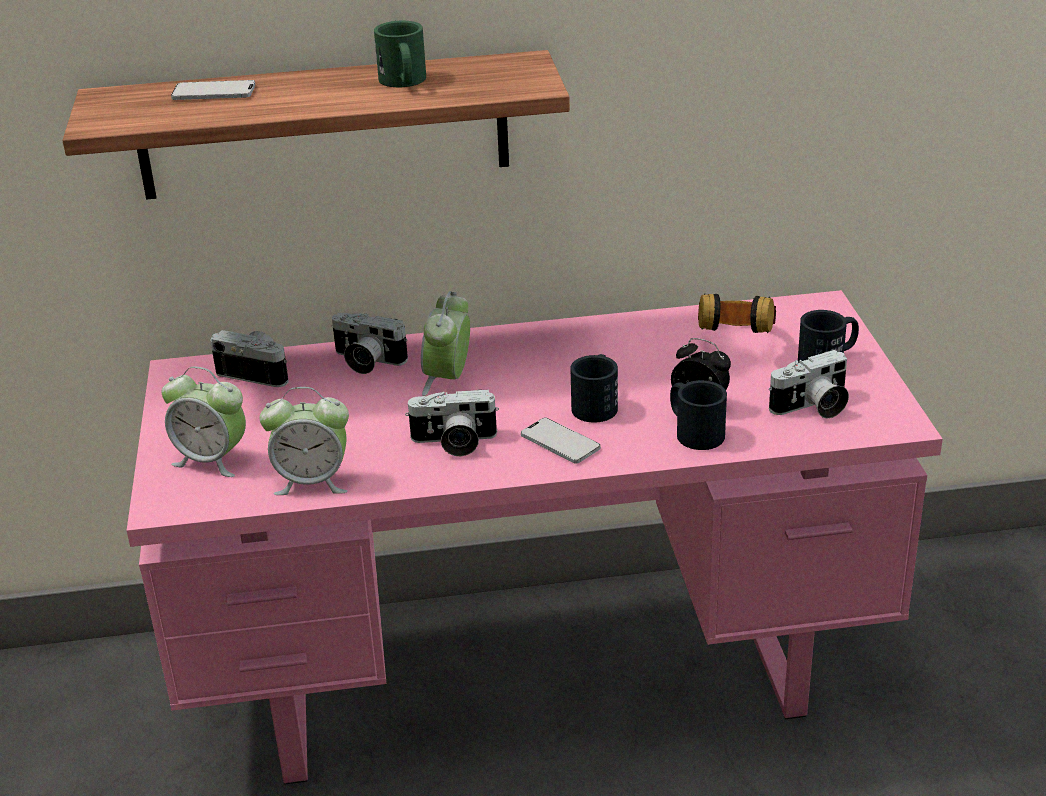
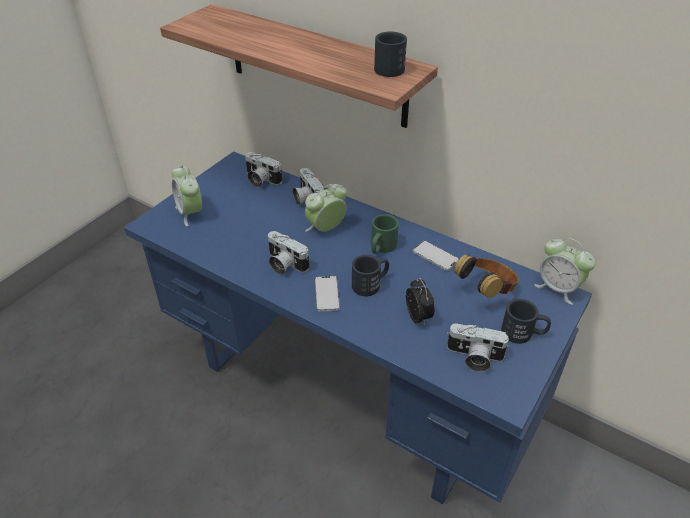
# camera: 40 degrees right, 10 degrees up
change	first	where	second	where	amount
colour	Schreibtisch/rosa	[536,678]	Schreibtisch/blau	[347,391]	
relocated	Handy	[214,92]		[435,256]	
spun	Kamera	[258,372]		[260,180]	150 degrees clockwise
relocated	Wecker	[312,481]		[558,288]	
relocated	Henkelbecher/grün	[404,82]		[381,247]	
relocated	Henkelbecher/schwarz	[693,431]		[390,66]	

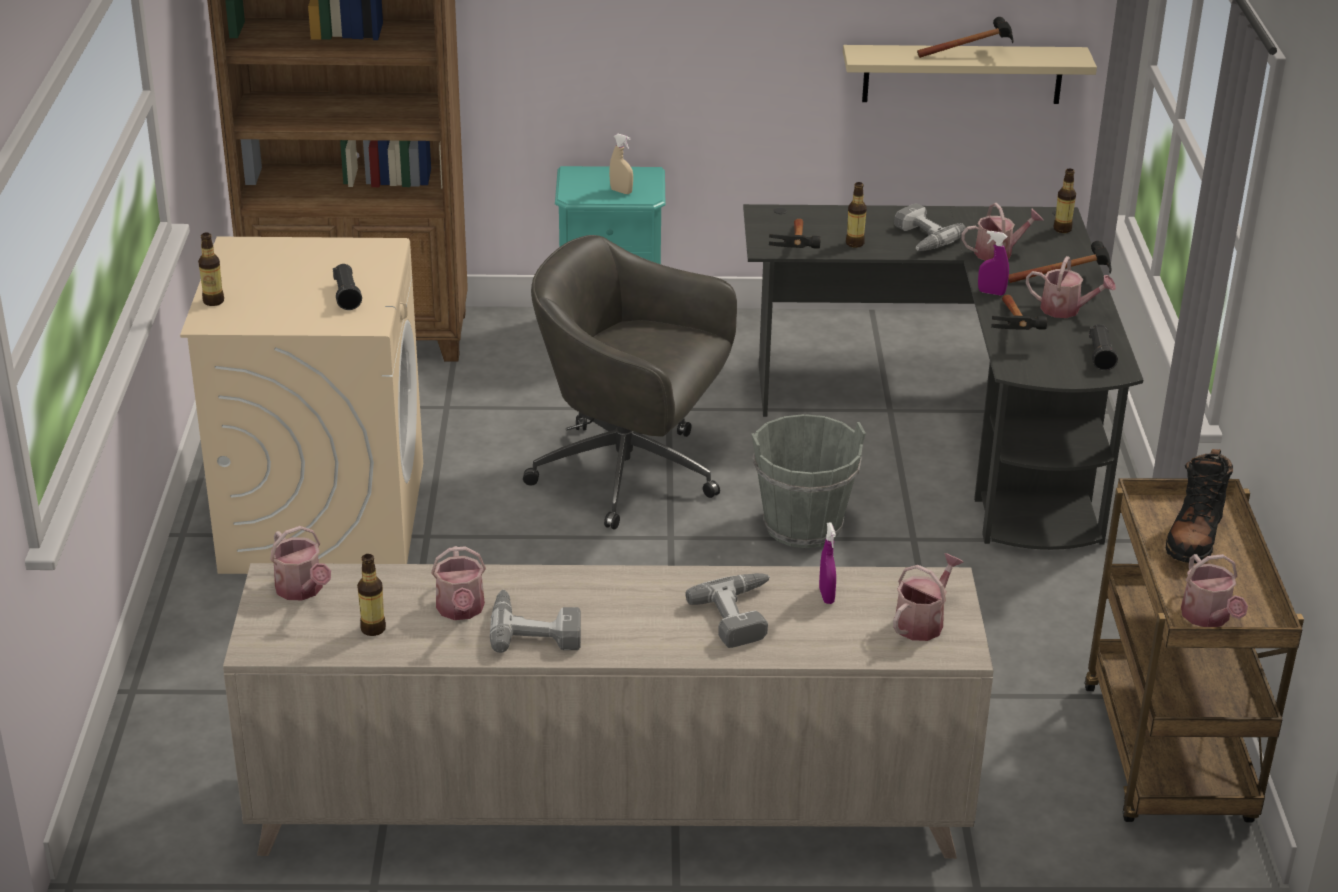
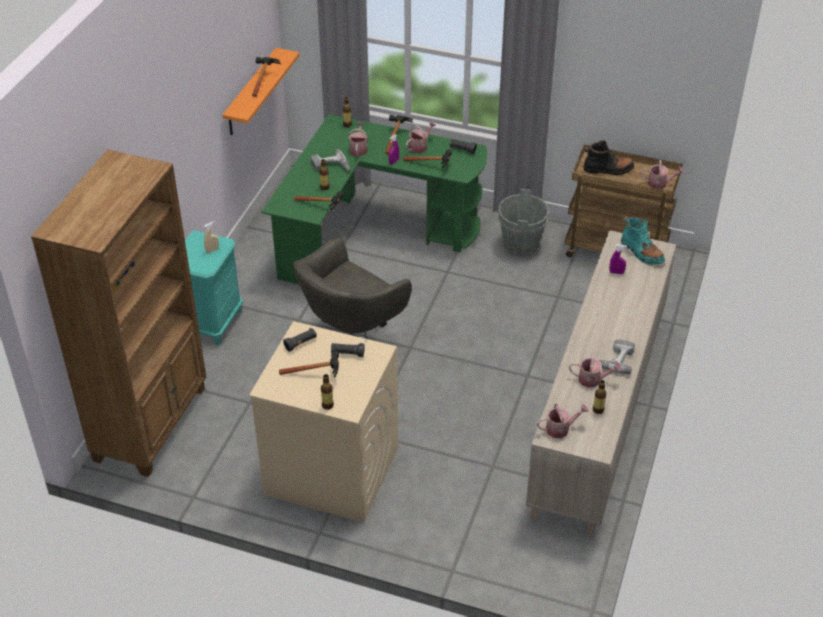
# camera: 70 degrees left, 10 degrees up
change	first	where	second	where	amount
missing	Bohrmaschine	[742,615]			
colour	Schreibtisch/schwarz	[957,432]	Schreibtisch/grün	[371,233]	
relocated	Eimer/grau	[803,526]		[520,245]	
colour	Wandregal/beige	[962,74]	Wandregal/orange	[251,93]	
exchanged	Gießkanne	[923,622]	Stiefel/türkis	[641,252]	
spun	Stiefel/schwarz	[1194,536]		[608,169]	45 degrees counterclockwise
appeared			Hammer	[318,374]	
appeared			Taschenlampe/schwarz	[300,343]	

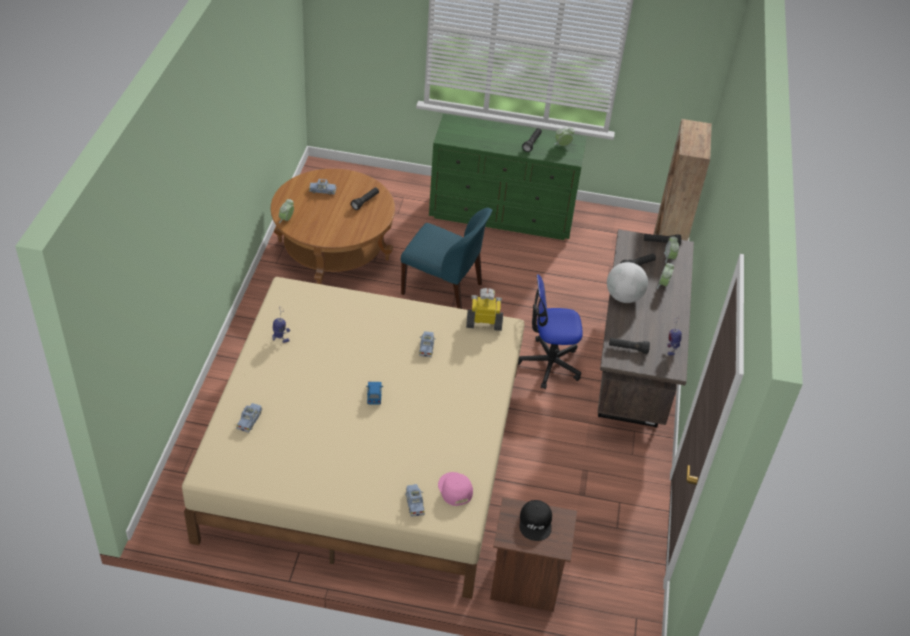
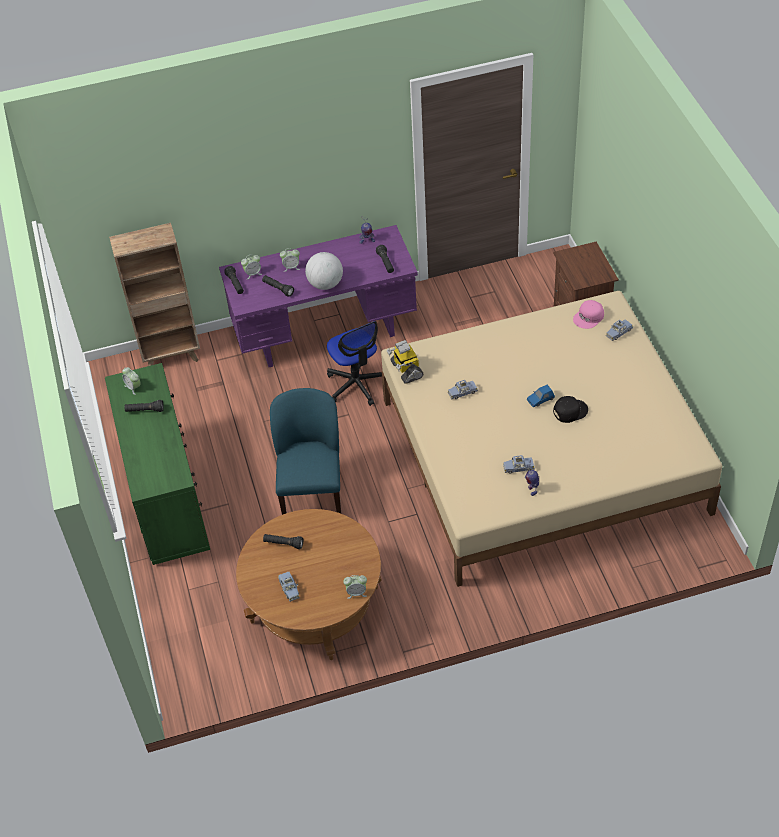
# camera: 110 degrees left, 5 degrees up
change	first	where	second	where	amount
relocated	Spielzeugauto/blau	[250,420]		[518,467]	
relocated	Kappe/schwarz	[536,523]		[570,411]	
colour	Schreibtisch/braun	[633,370]	Schreibtisch/lila	[326,332]	

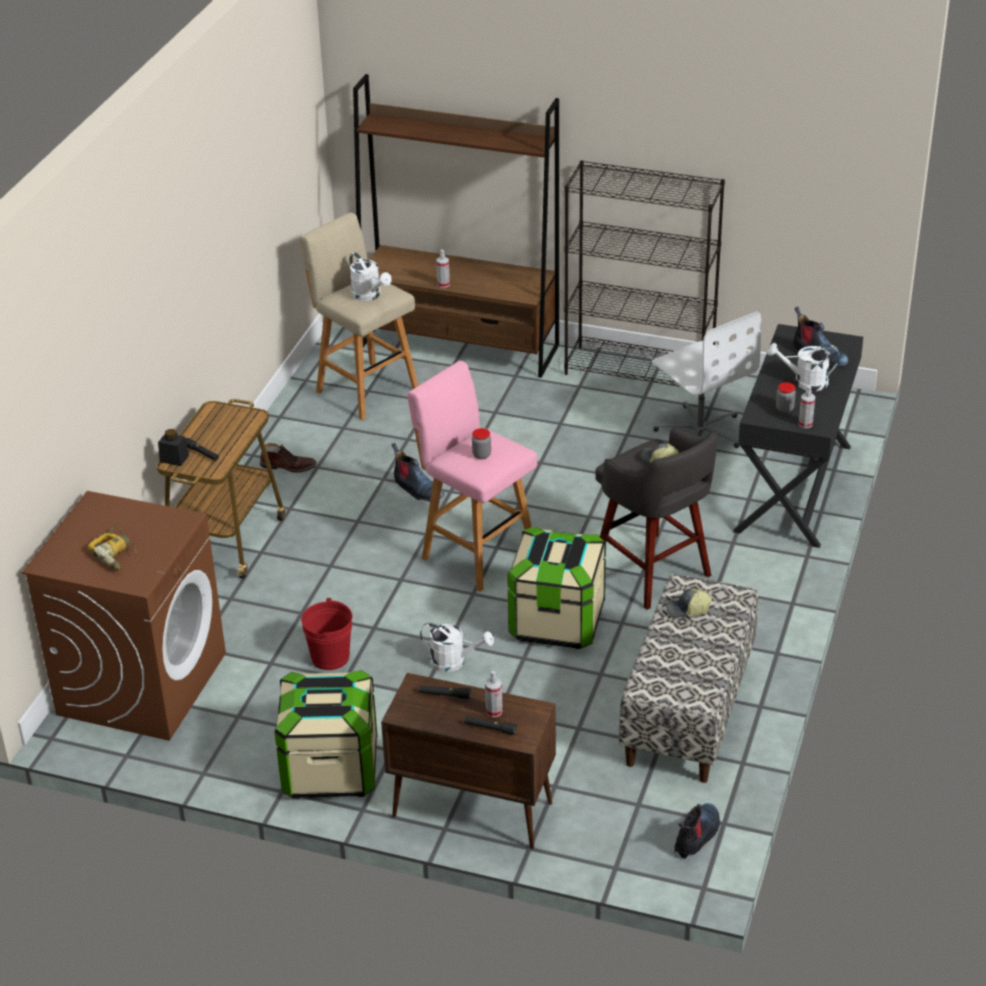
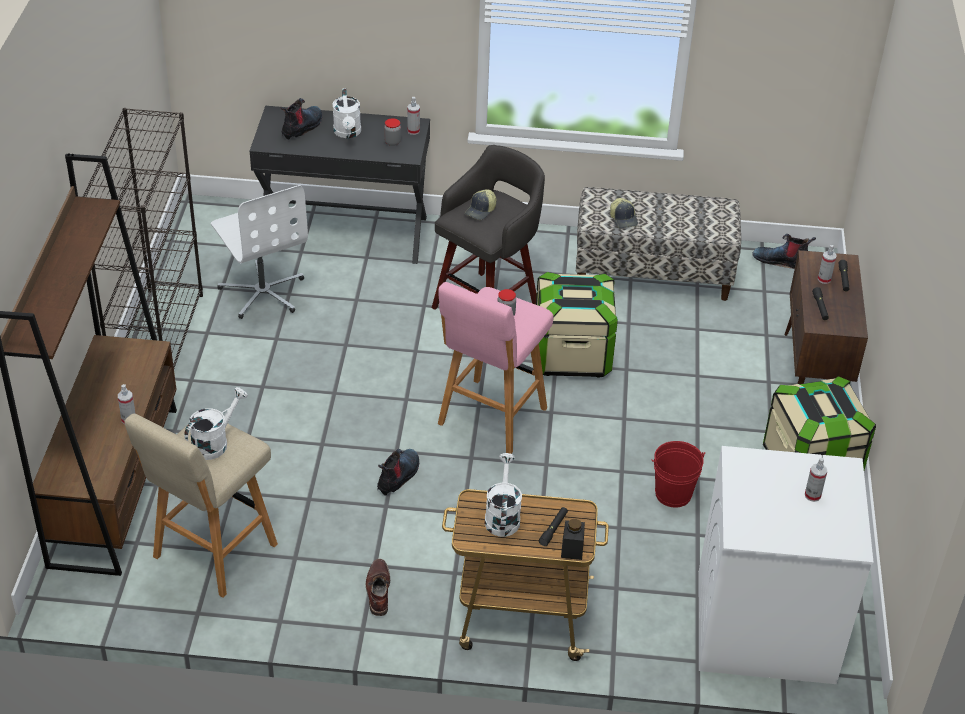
# camera: 105 degrees left, 5 degrees up
change	first	where	second	where	amount
colour	Waschmaschine/braun	[142,683]	Waschmaschine/weiß	[764,626]	
exchanged	Bohrmaschine	[116,554]	Sprühflasche	[812,495]	
relocated	Gießkanne/weiß	[454,662]		[502,516]	
spun	Bürostuhl/weiß	[700,431]		[263,292]	105 degrees clockwise

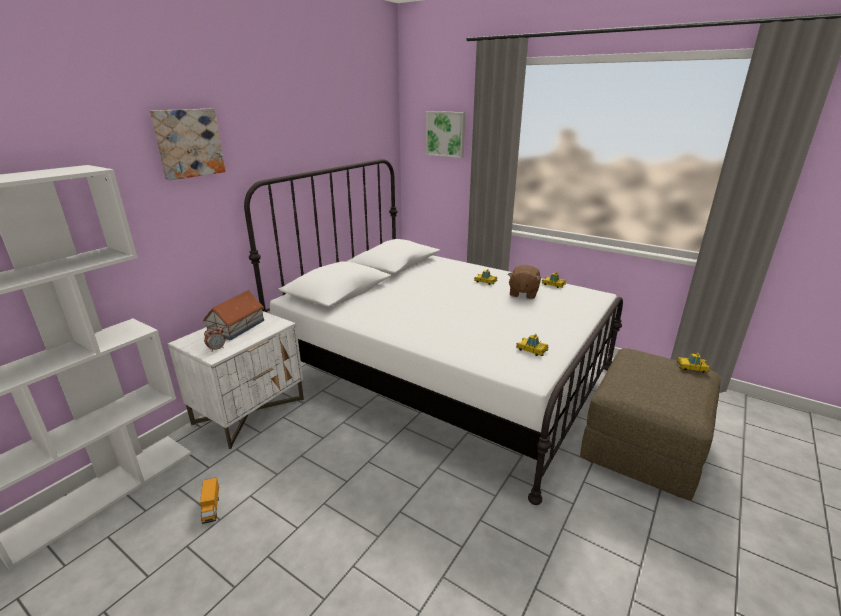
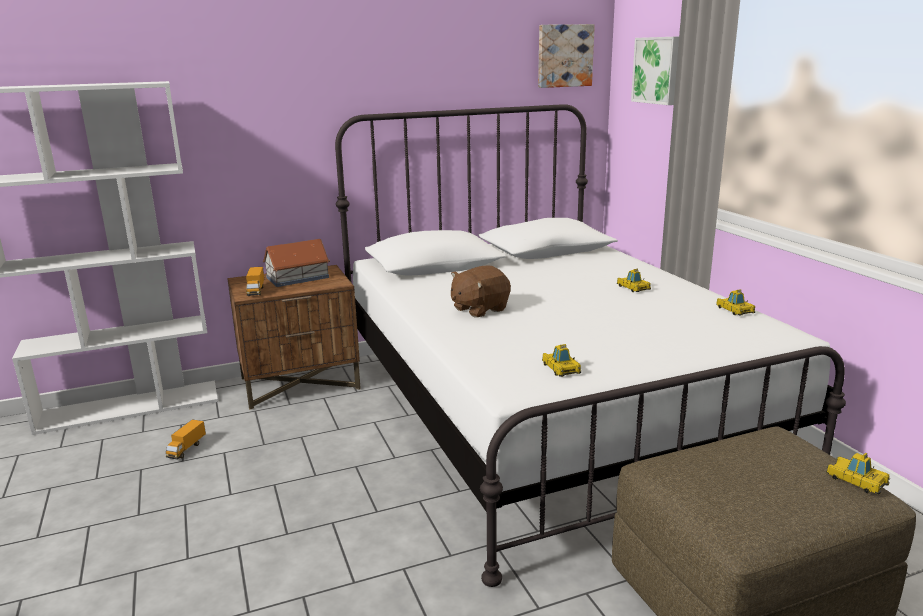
# camera: 35 degrees right, 5 degrees down
change	first	where	second	where	amount
relocated	Bild	[188,143]		[564,56]	
colour	Nachttisch/weiß	[250,411]	Nachttisch/braun	[301,383]	
exchanged	Wecker	[217,349]	Spielzeuglaster	[256,291]	
relocated	Plüschtier/braun	[523,293]		[479,309]	

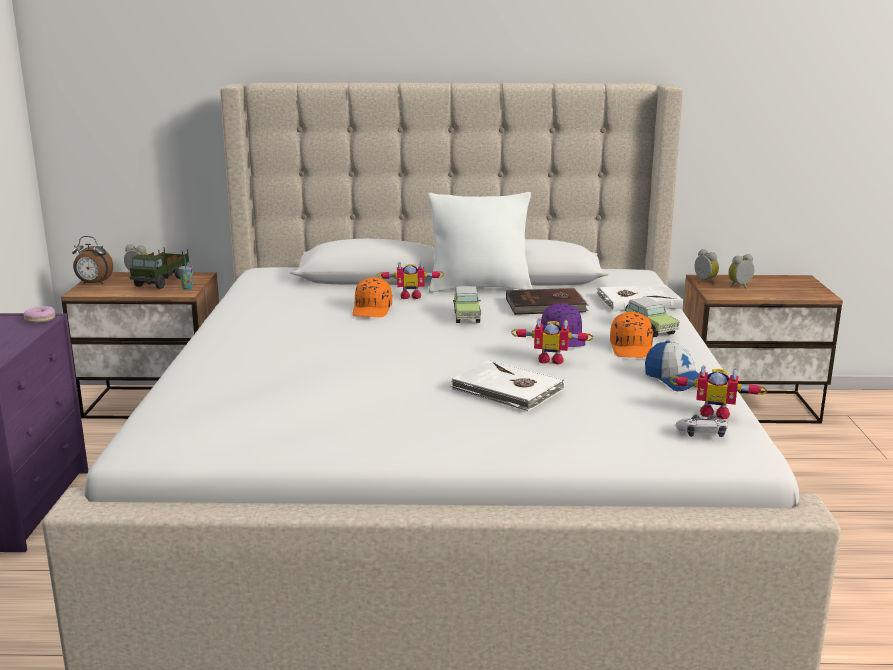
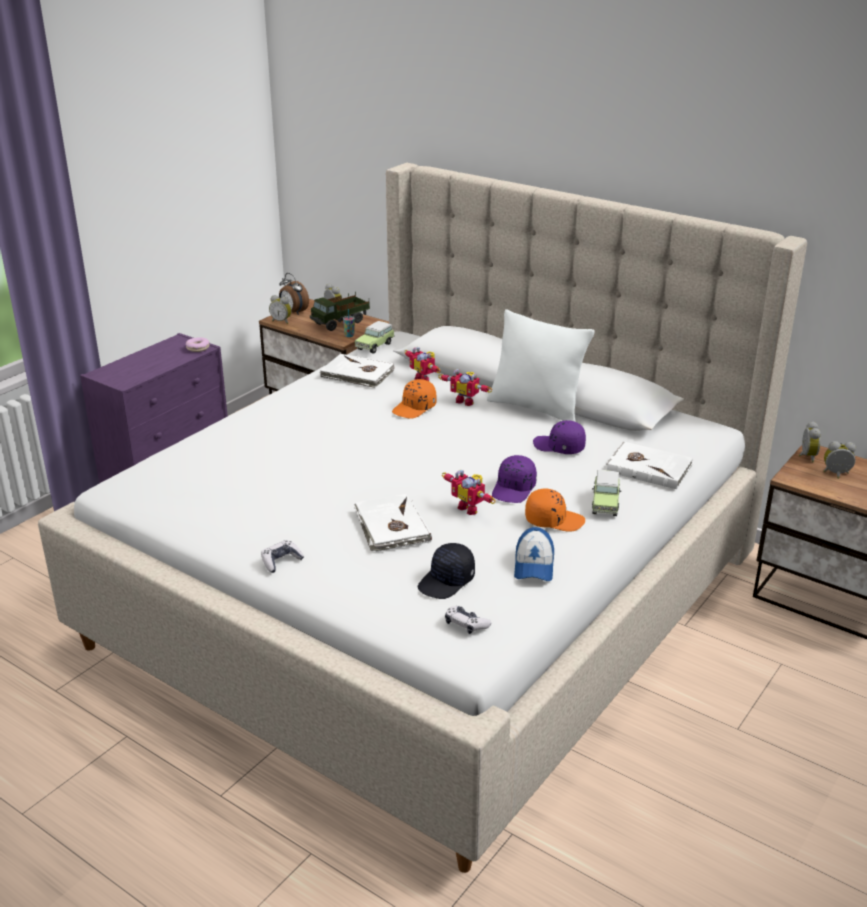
# camera: 35 degrees right, 10 degrees up
change	first	where	second	where	amount
relocated	Spielzeugauto	[466,316]		[375,346]	
exchanged	Buch/braun	[546,306]	Kappe/lila	[559,447]	
spun	Kappe/orange	[632,349]		[553,520]	120 degrees counterclockwise
relocated	Spielzeugroboter	[715,413]		[425,379]	
appeared			Gamepad	[281,561]	
appeared			Wecker	[281,321]	
appeared			Buch/weiß	[357,374]	
appeared			Kappe/schwarz	[447,581]	

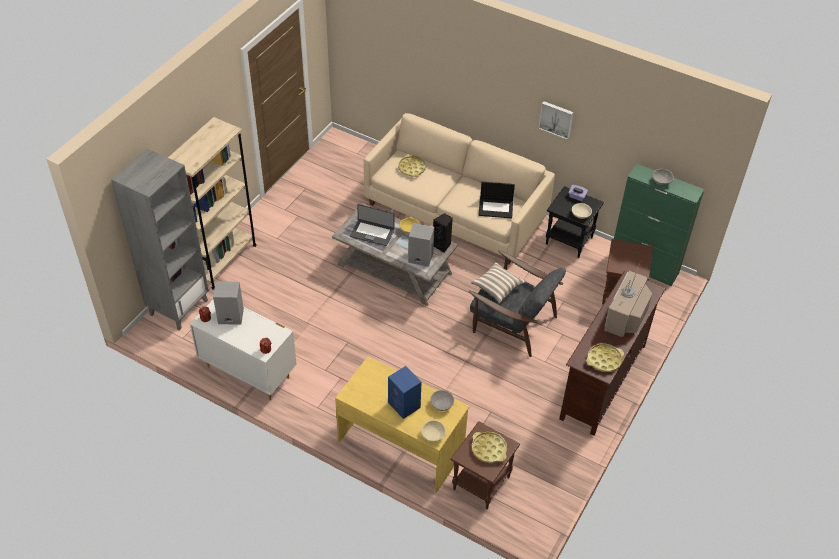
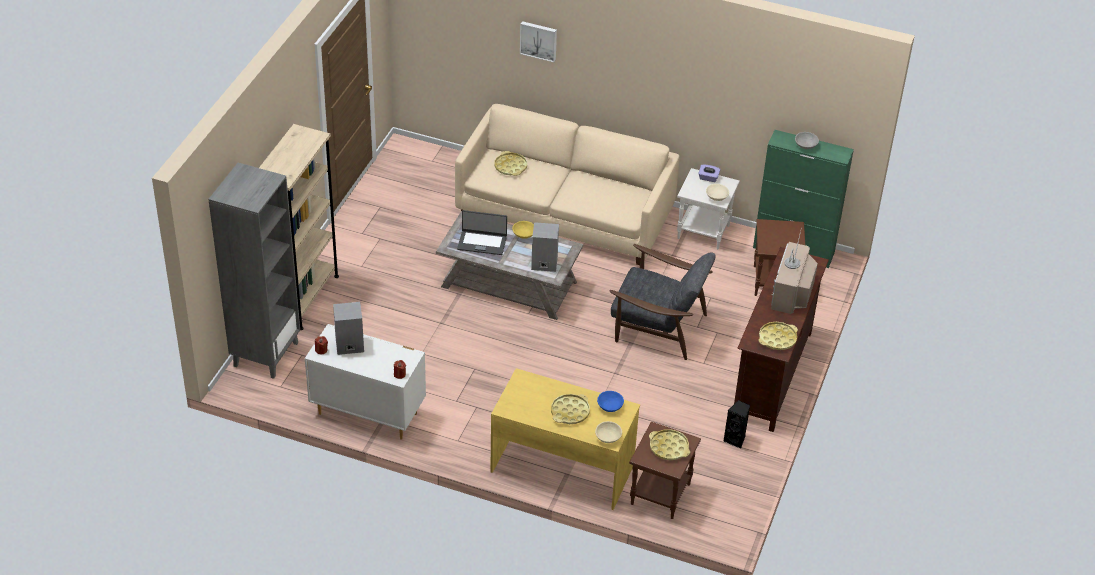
# camera: 10 degrees left, 5 degrees down
change	first	where	second	where	amount
exchanged	Lautsprecher/blau	[405,405]	Tablett/gelb	[570,412]	
colour	Schüssel/grau	[441,404]	Schüssel/blau	[609,406]	
relocated	Lautsprecher/schwarz	[442,245]		[735,439]	
missing	Kissen	[497,287]			
missing	Laptop	[496,208]			
relocated	Bild	[556,119]		[539,40]	
colour	Beistelltisch/schwarz	[569,240]	Beistelltisch/weiß	[704,231]	

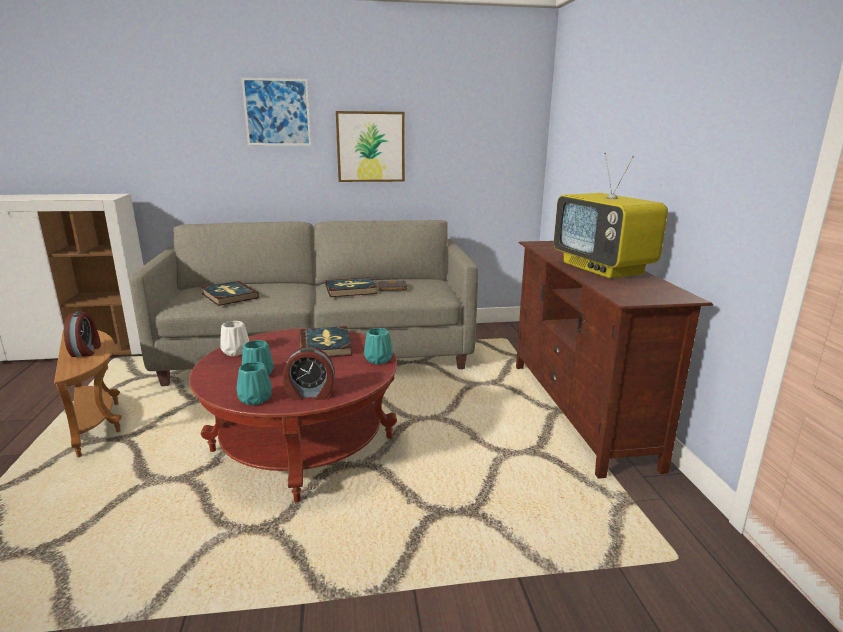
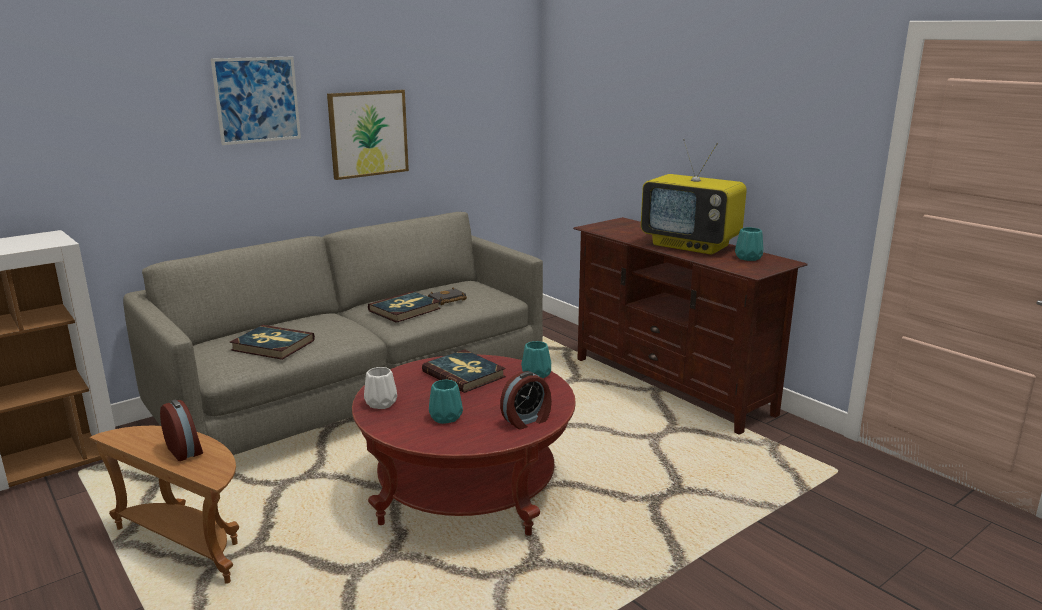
# camera: 30 degrees left, 0 degrees up
change	first	where	second	where	amount
relocated	Vase/türkis	[256,398]		[748,257]	

